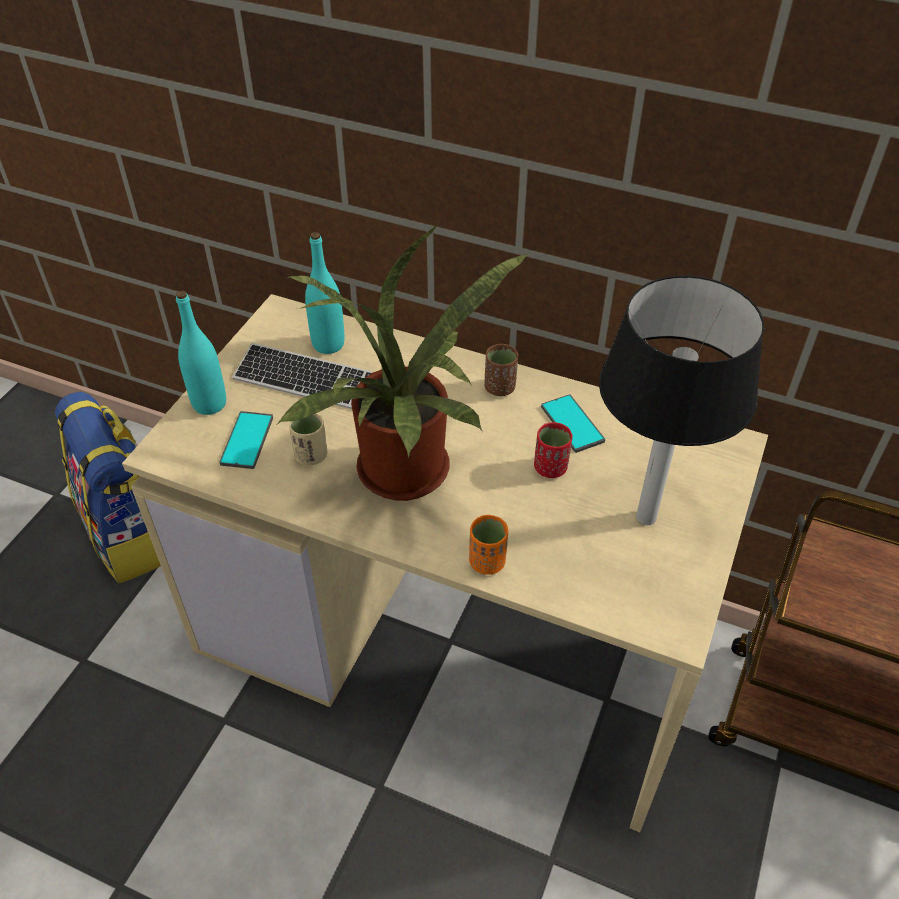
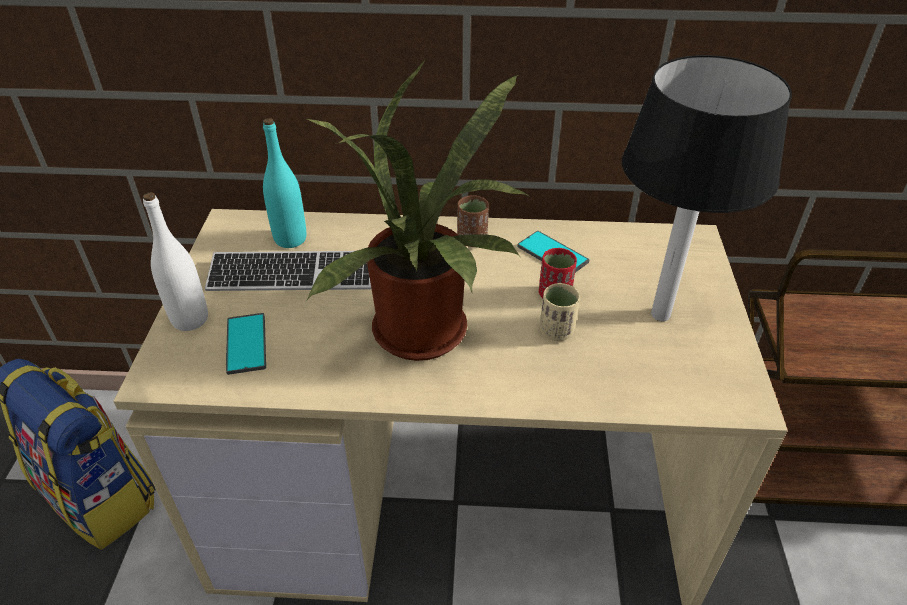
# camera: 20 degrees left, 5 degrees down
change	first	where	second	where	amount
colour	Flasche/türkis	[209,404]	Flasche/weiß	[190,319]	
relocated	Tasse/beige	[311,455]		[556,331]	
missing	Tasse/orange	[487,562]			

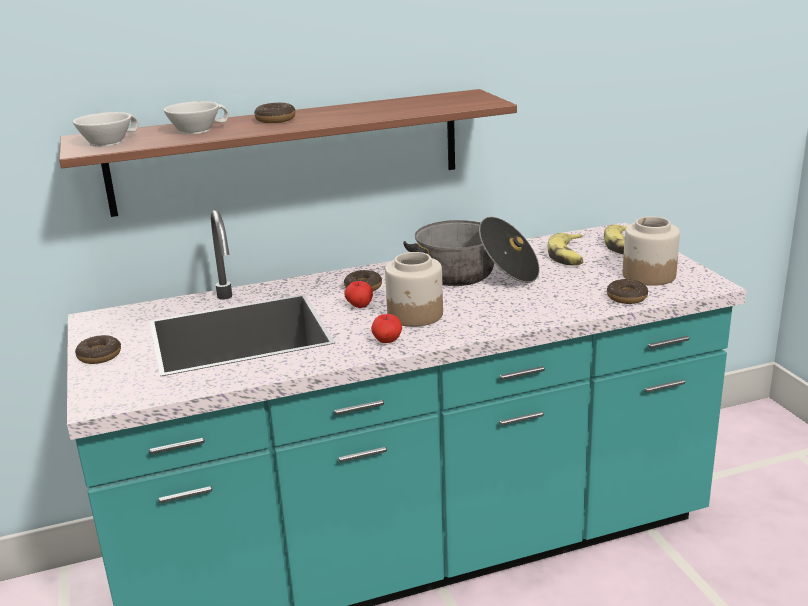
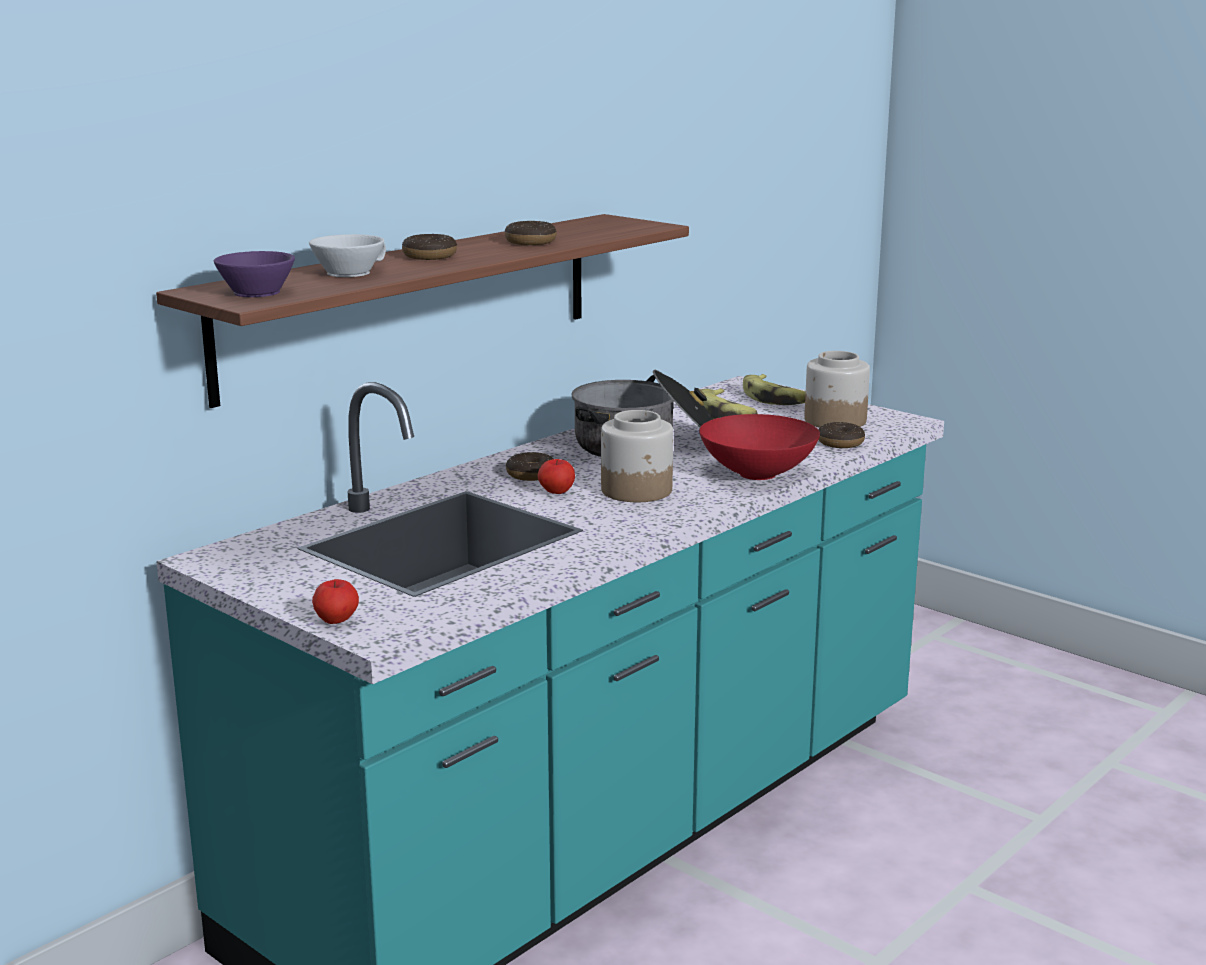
# camera: 30 degrees left, 5 degrees down
change	first	where	second	where	amount
colour	Tasse/weiß	[107,141]	Tasse/lila	[255,291]	
relocated	Donut	[99,356]		[530,242]	
relocated	Apfel	[387,341]		[336,621]	
appeared			Schüssel/rot	[758,475]	

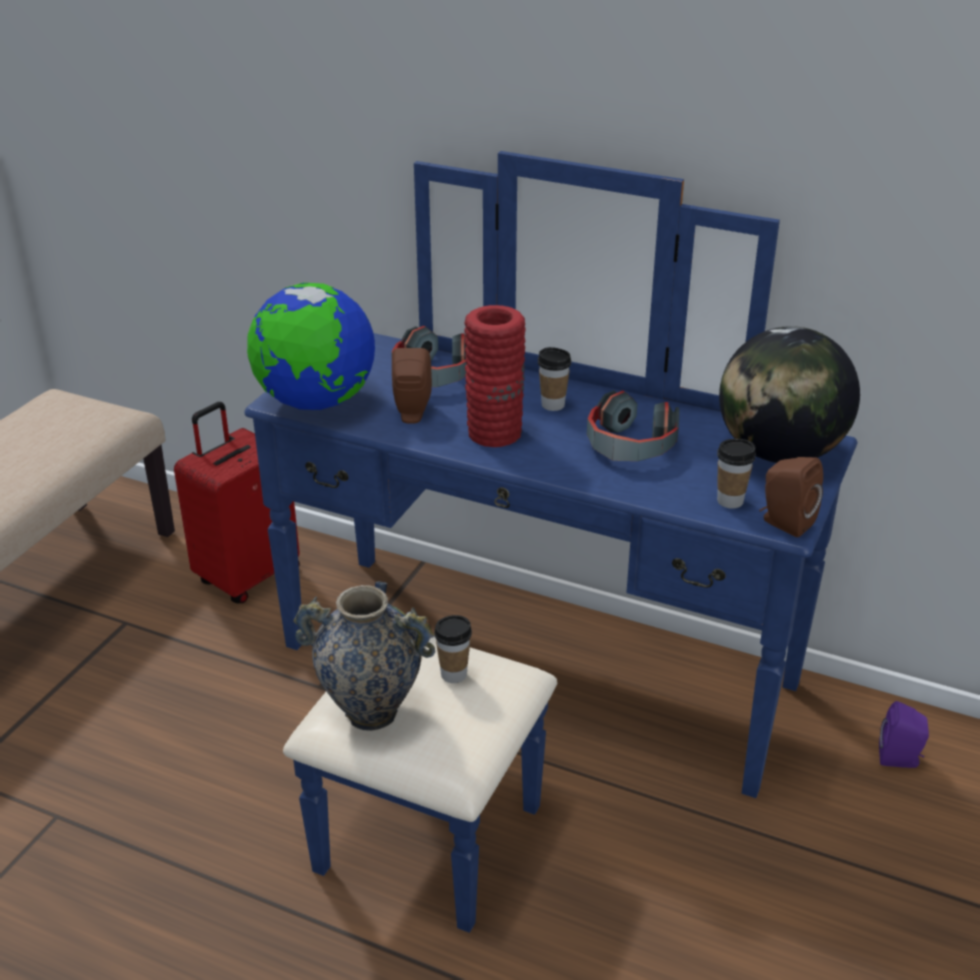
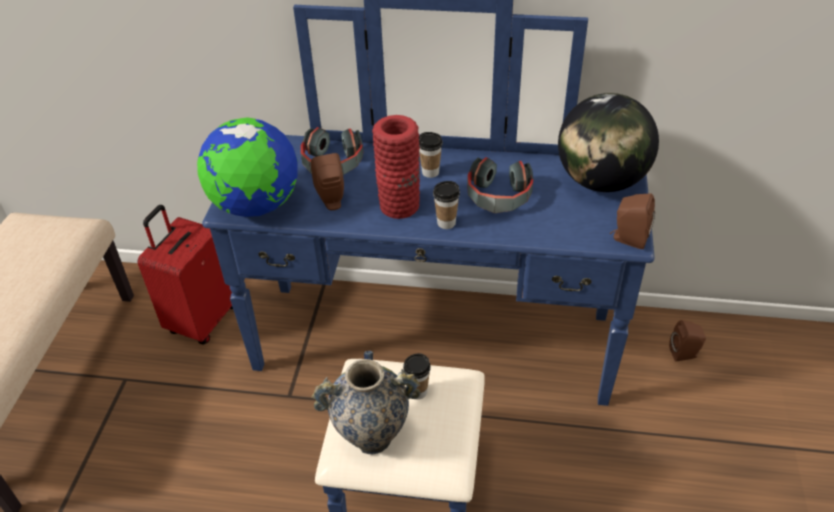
# camera: 15 degrees left, 10 degrees up
change	first	where	second	where	amount
relocated	Tasse	[730,501]		[446,223]	
colour	Lautsprecher/lila	[900,759]	Lautsprecher/braun	[685,354]	

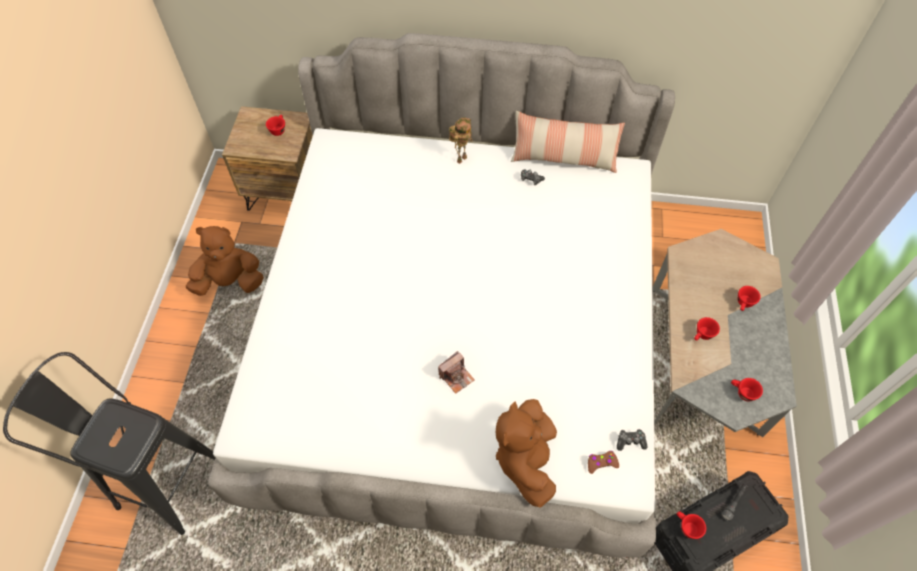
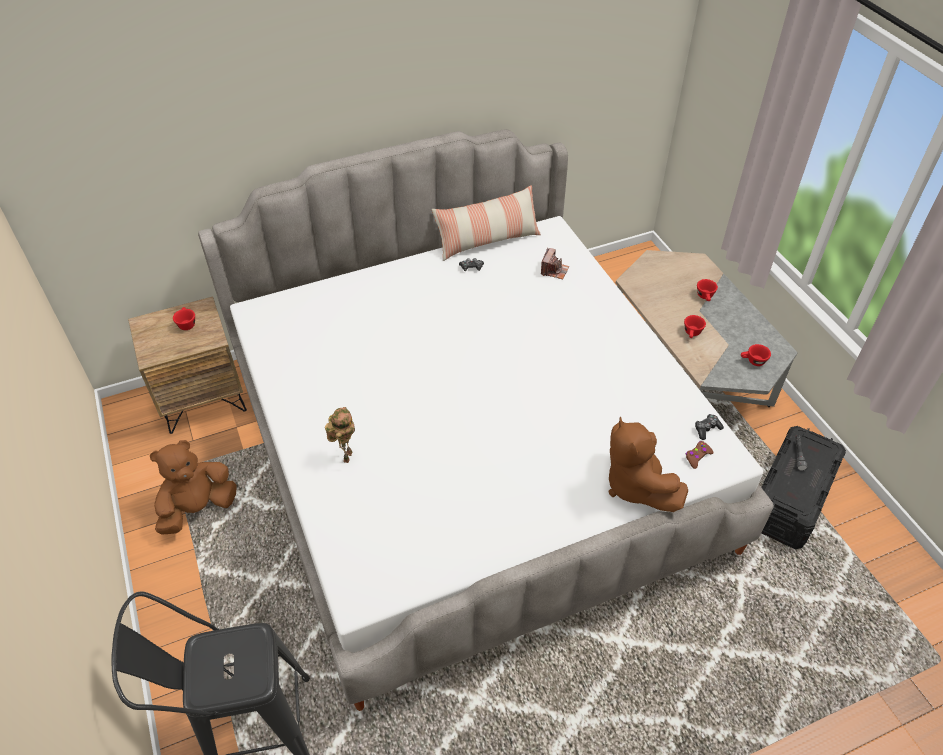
# camera: 30 degrees left, 10 degrees down
change	first	where	second	where	amount
relocated	Kamera	[456,376]		[554,270]	
relocated	Spielzeugroboter	[461,158]		[346,455]	
missing	Tasse/rot	[686,527]			

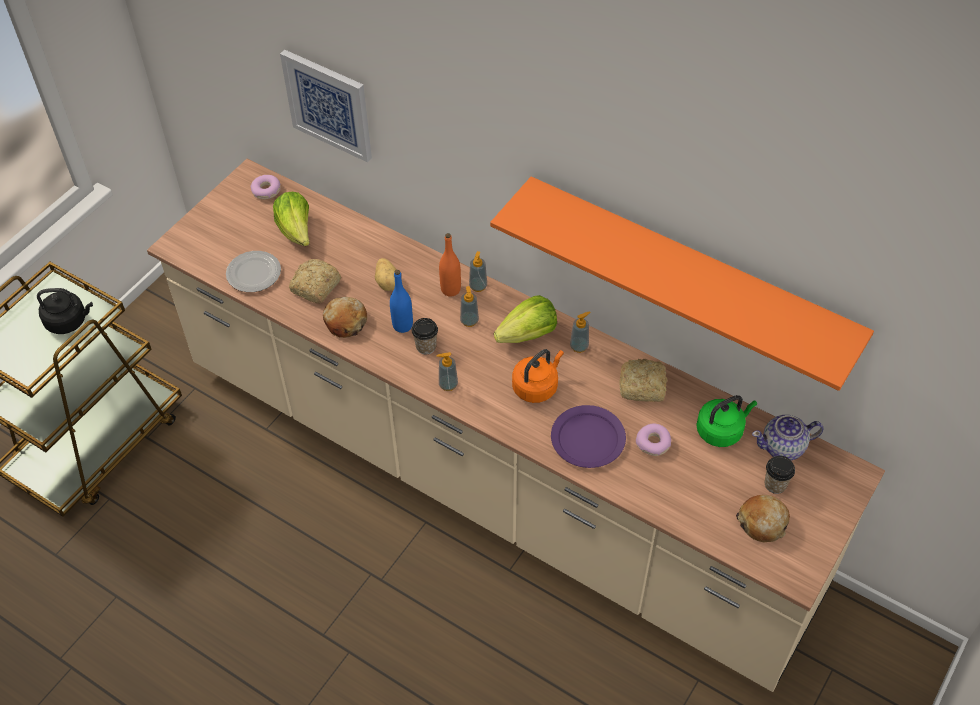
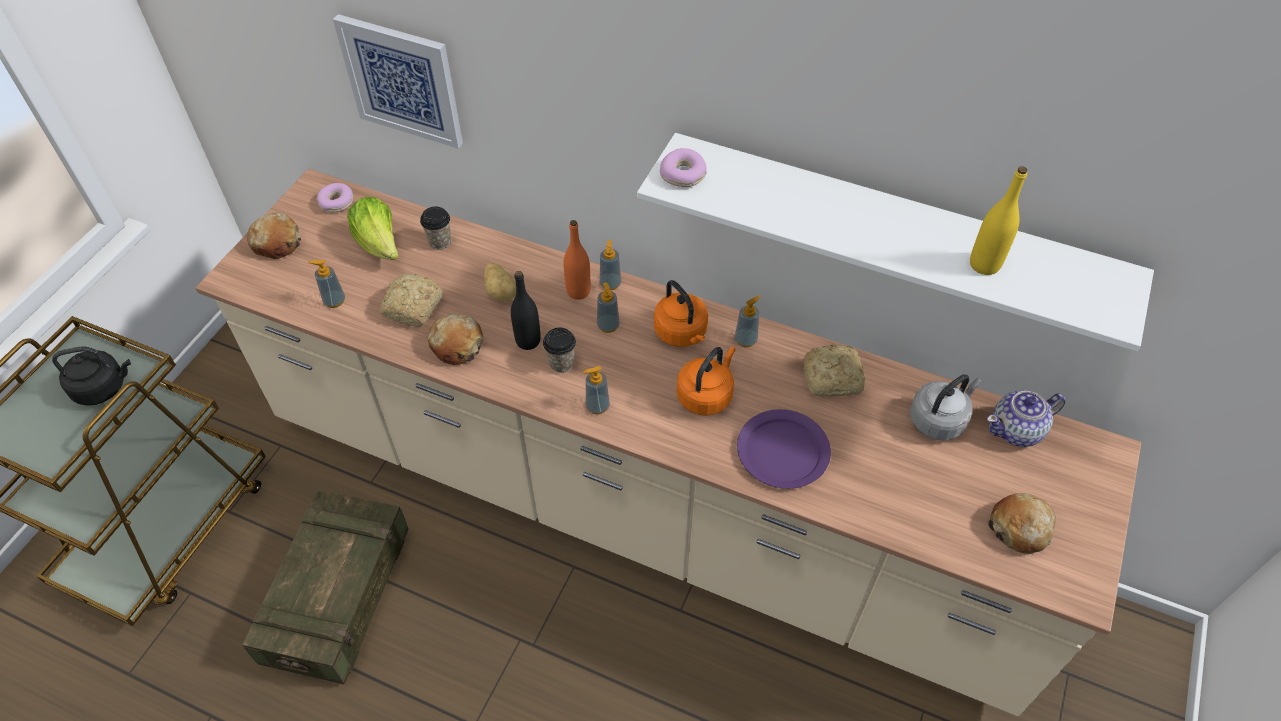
# camera: 10 degrees left, 0 degrees up
change	first	where	second	where	amount
exchanged	Teller	[254,274]	Seifenspender	[334,301]	
colour	Flasche/blau	[402,325]	Flasche/schwarz	[528,341]	
colour	Wandregal/orange	[689,273]	Wandregal/weiß	[891,230]	
exchanged	Salatkopf	[528,335]	Wasserkessel/orange	[682,333]	
relocated	Donut	[653,443]		[683,174]	
colour	Wasserkessel/grün	[721,430]	Wasserkessel/grau	[939,419]	
relocated	Tasse	[775,484]		[440,241]	
appeared			Kiste	[339,597]	
appeared			Brot	[277,243]	
appeared			Flasche/gelb	[984,264]	

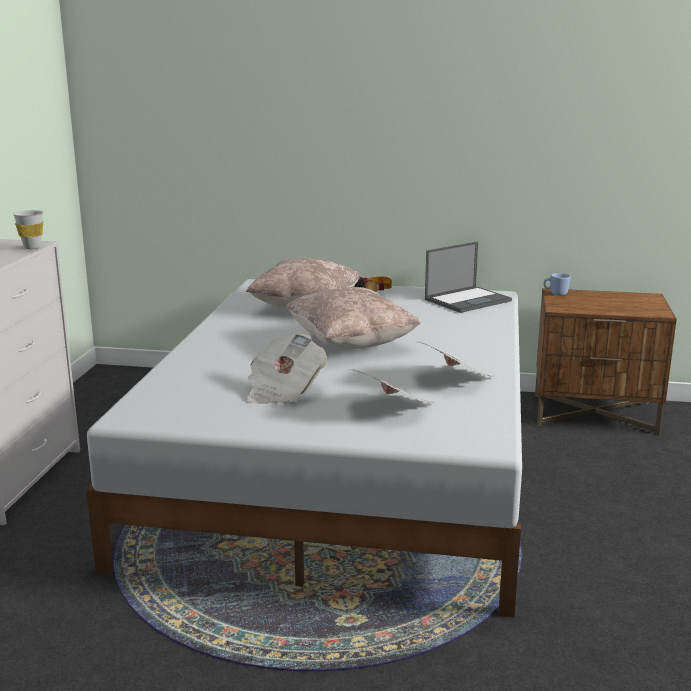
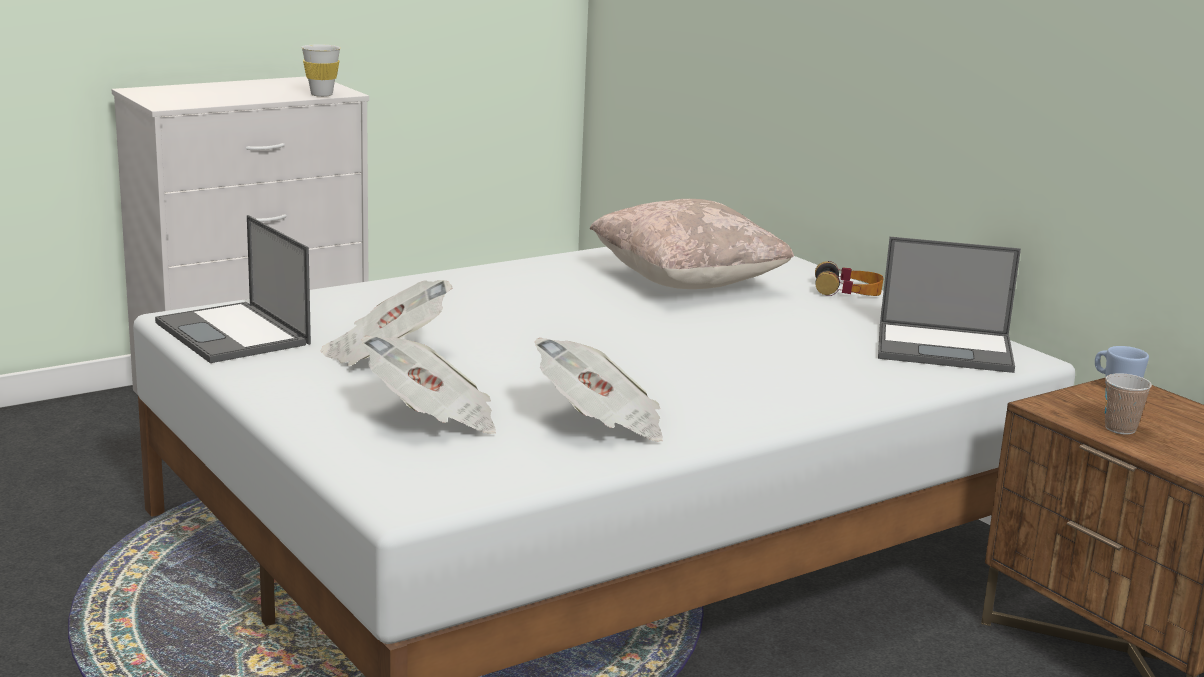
# camera: 45 degrees right, 0 degrees up
change	first	where	second	where	amount
missing	Kissen/beige	[351,344]			
appeared			Laptop	[234,334]	
appeared			Tasse	[1120,428]	

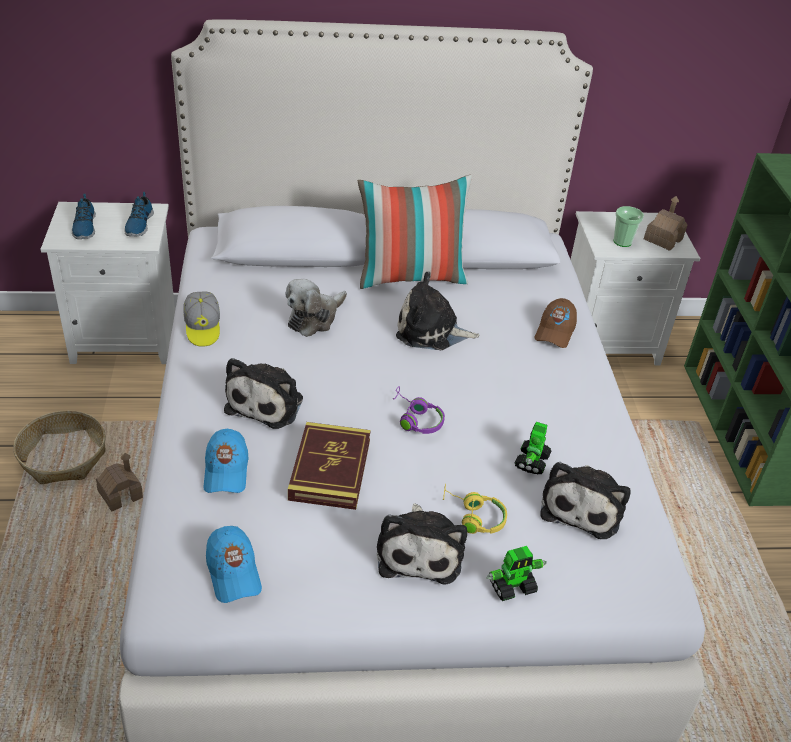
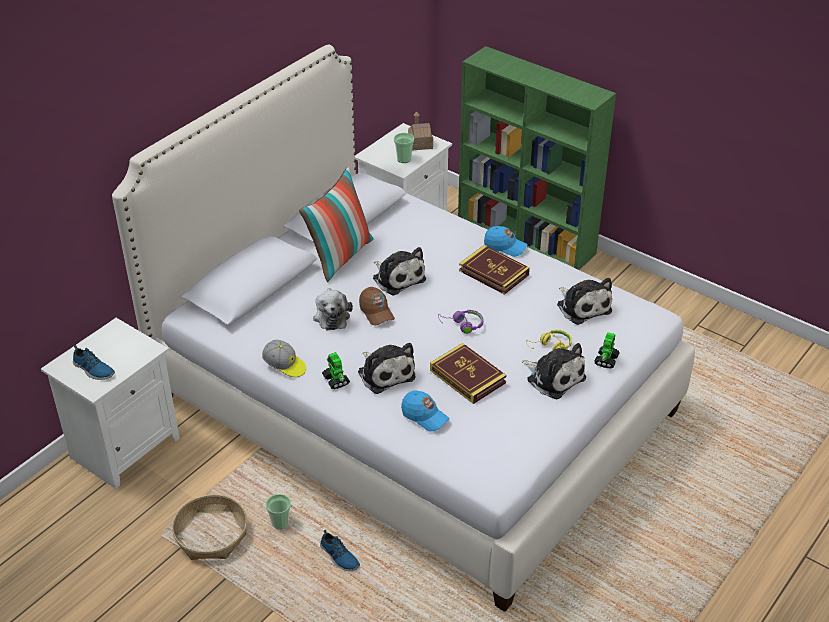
# camera: 45 degrees left, 0 degrees up
change	first	where	second	where	amount
exchanged	Spielzeughaus	[120,495]	Tasse	[280,523]	
relocated	Schuh	[138,224]		[339,557]	
relocated	Kappe/blau	[233,572]		[505,247]	
spun	Plüschtier	[431,331]		[397,278]	90 degrees counterclockwise
relocated	Spielzeugroboter	[532,461]		[336,380]	
relocated	Kappe/braun	[555,332]		[376,312]	
appeared			Buch	[494,273]	

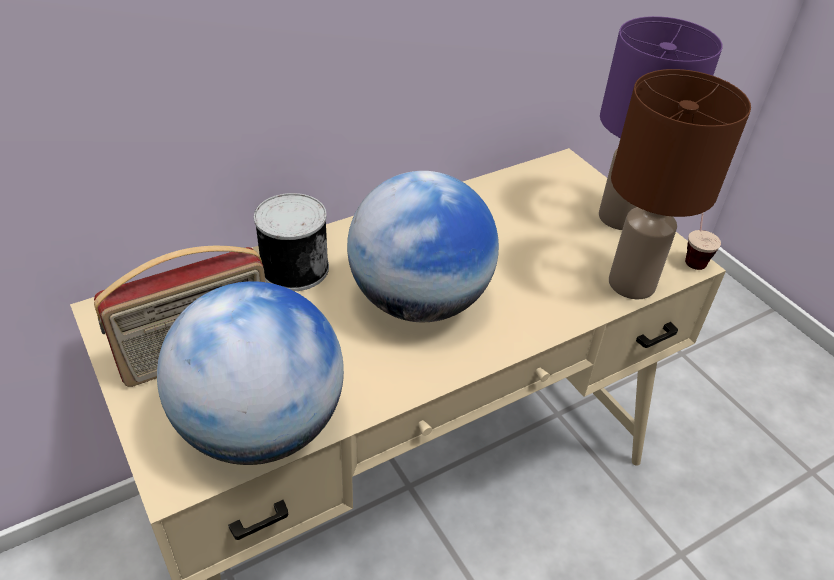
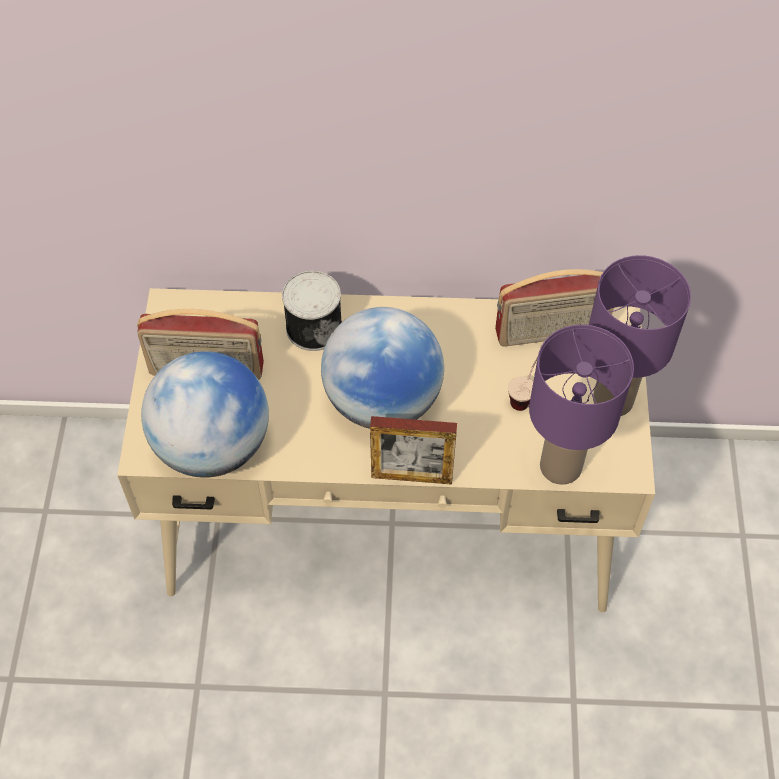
# camera: 35 degrees right, 15 degrees up
change	first	where	second	where	amount
colour	Tischlampe/braun	[631,282]	Tischlampe/lila	[561,465]	
relocated	Tasse	[691,255]		[525,394]	
appeared			Bilderrahmen	[411,476]	
appeared			Radio	[551,333]	

